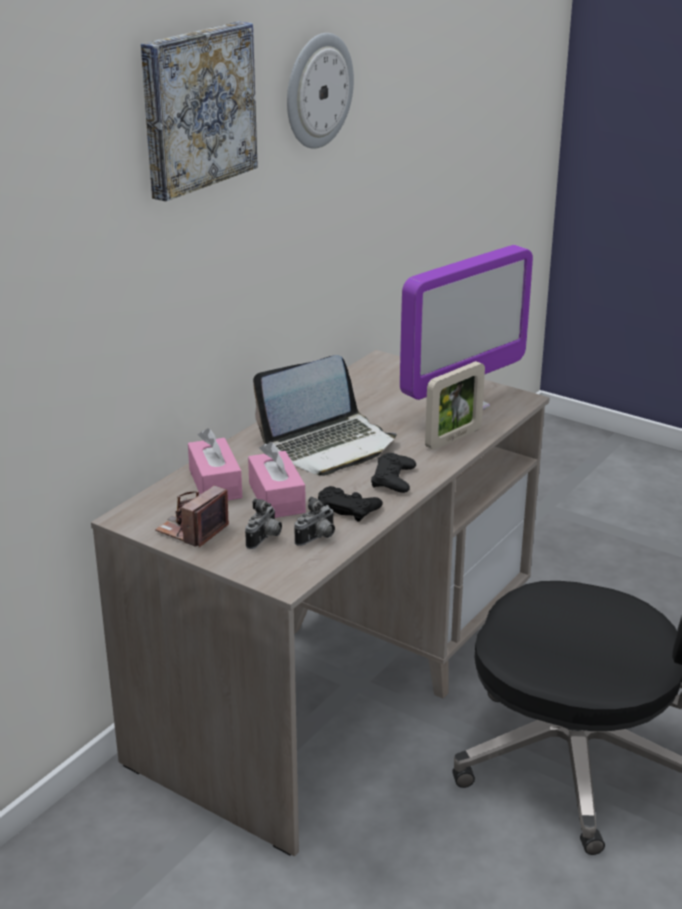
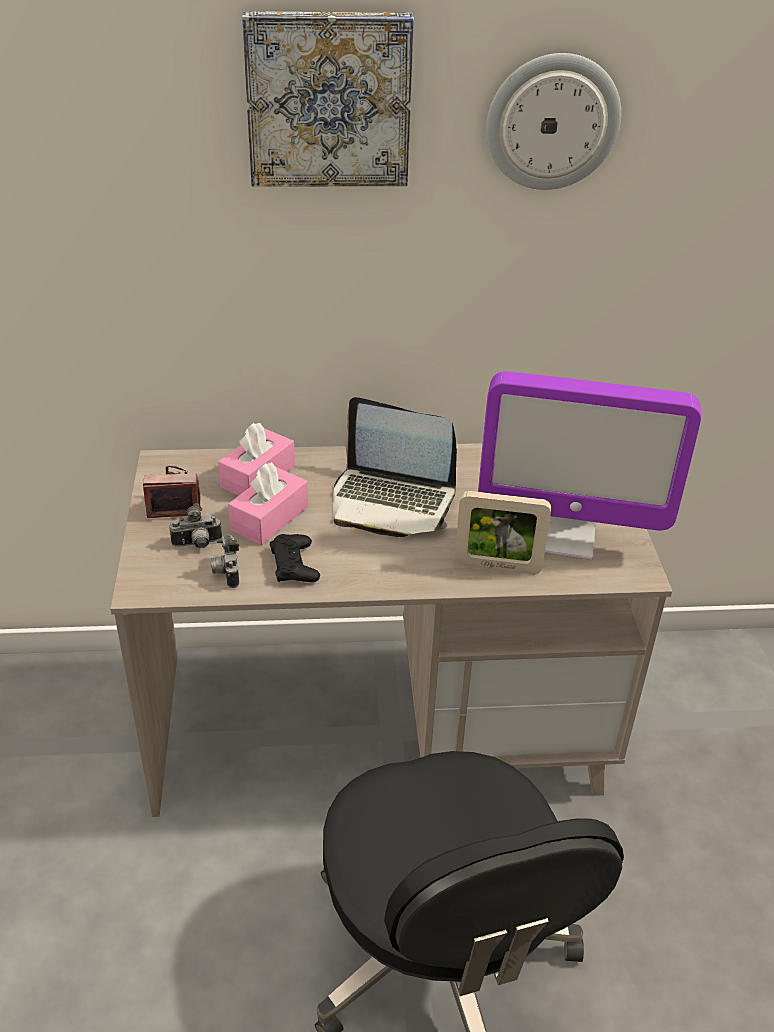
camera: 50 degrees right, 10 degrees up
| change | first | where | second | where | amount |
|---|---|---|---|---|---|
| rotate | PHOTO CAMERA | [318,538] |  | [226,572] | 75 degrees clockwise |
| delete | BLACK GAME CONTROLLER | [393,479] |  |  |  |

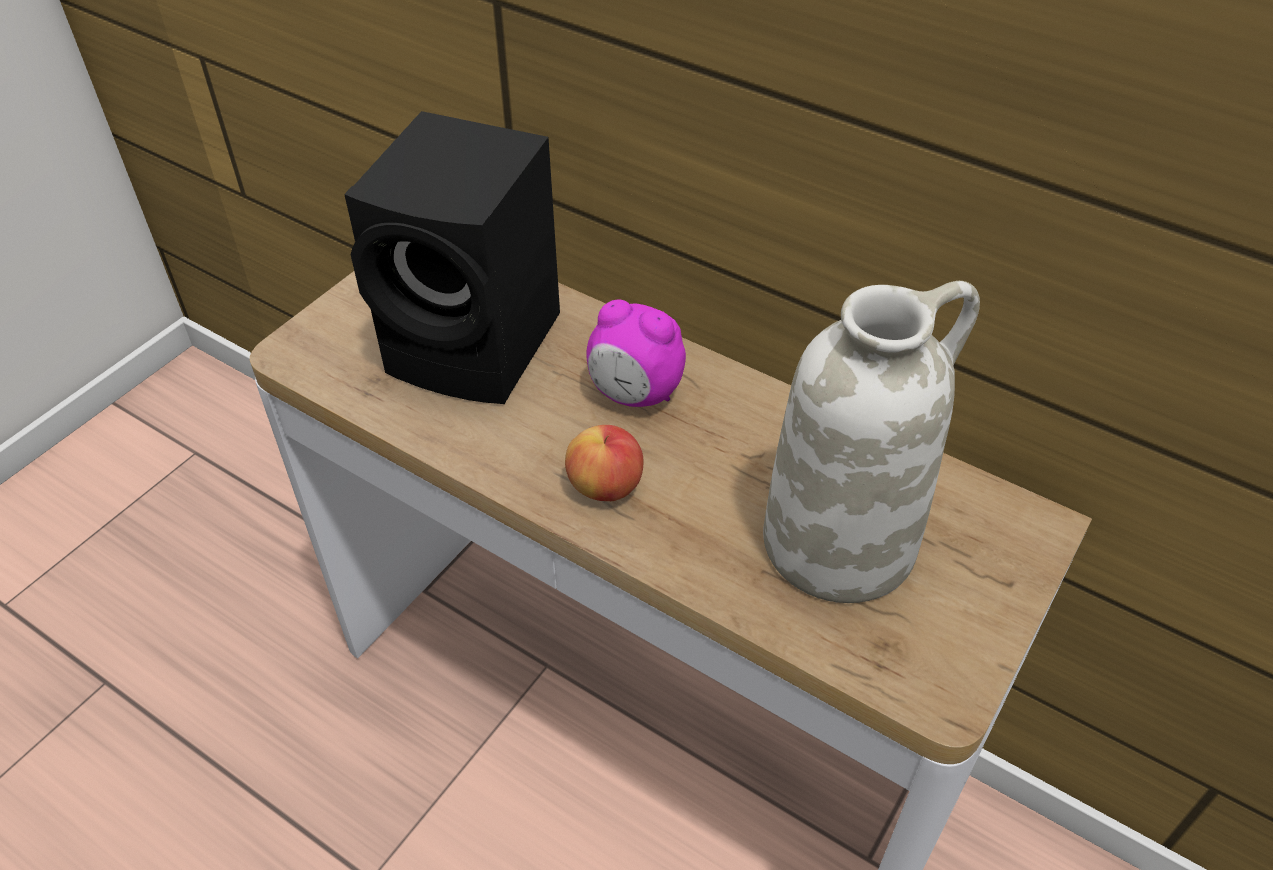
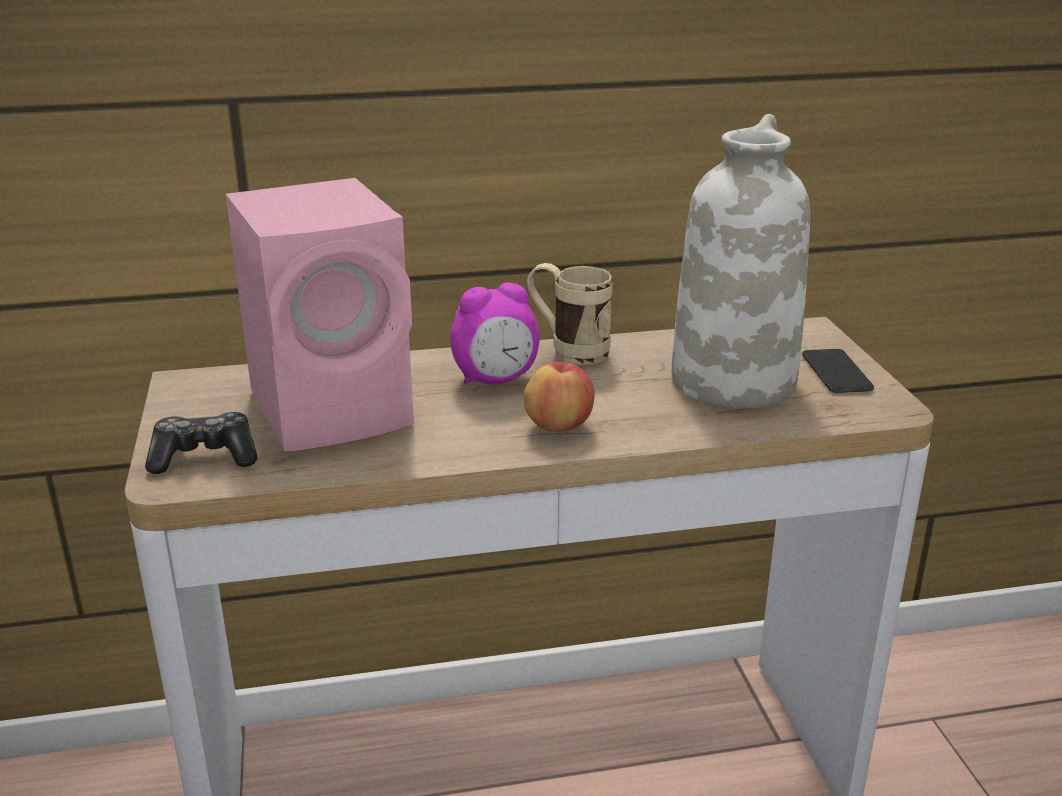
camera: 45 degrees left, 20 degrees down
| change | first | where | second | where | amount |
|---|---|---|---|---|---|
| recolor | BLACK SPEAKER | [479,347] | PINK SPEAKER | [337,408] |  |
| insert |  |  | GAME CONTROLLER | [204,457] |  |
| insert |  |  | BEIGE MUG | [568,351] |  |
| insert |  |  | PHONE | [836,372] |  |

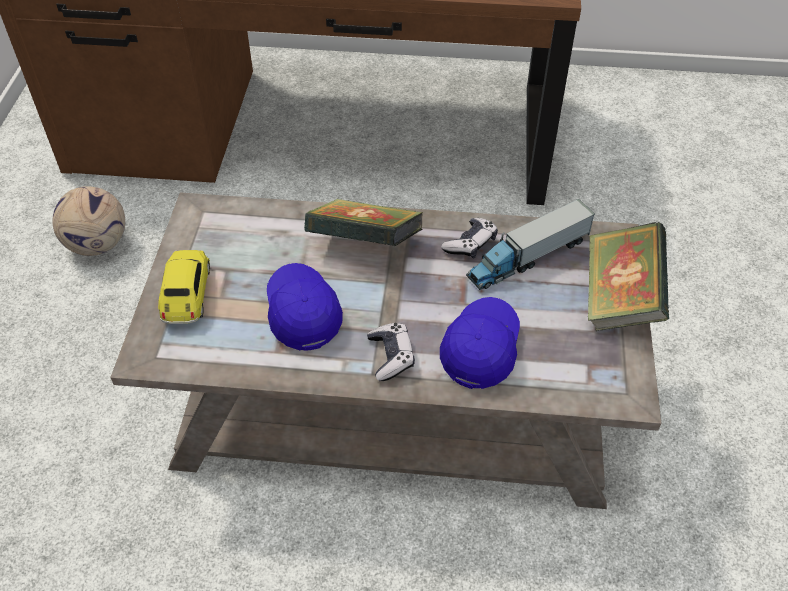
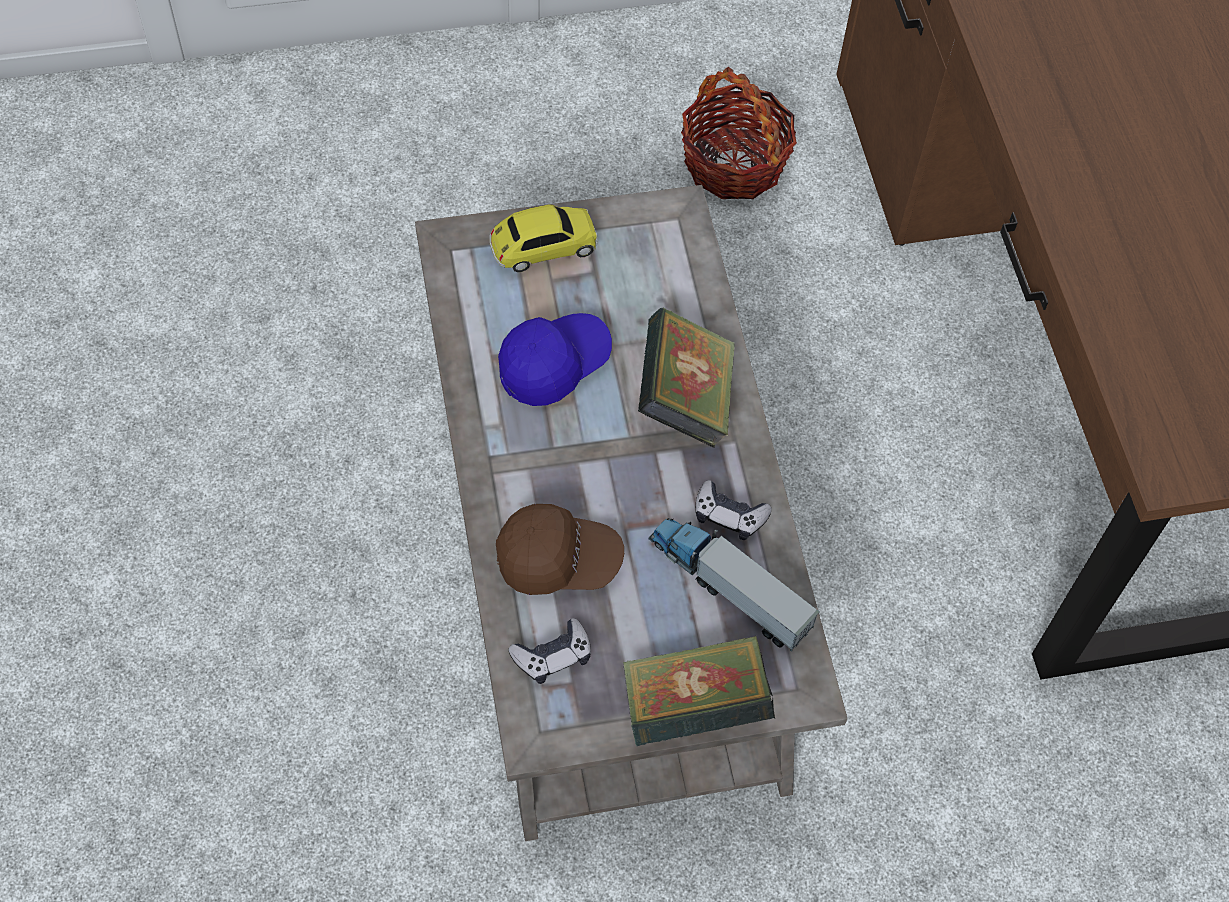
camera: 70 degrees right, 10 degrees up
| change | first | where | second | where | amount |
|---|---|---|---|---|---|
| replace | FOOTBALL | [97,245] | BASKET | [733,163] |  |
| move | GAME CONTROLLER | [391,356] |  | [553,656] |  |
| recolor | BLUE CAP | [480,349] | BROWN CAP | [558,560] |  |

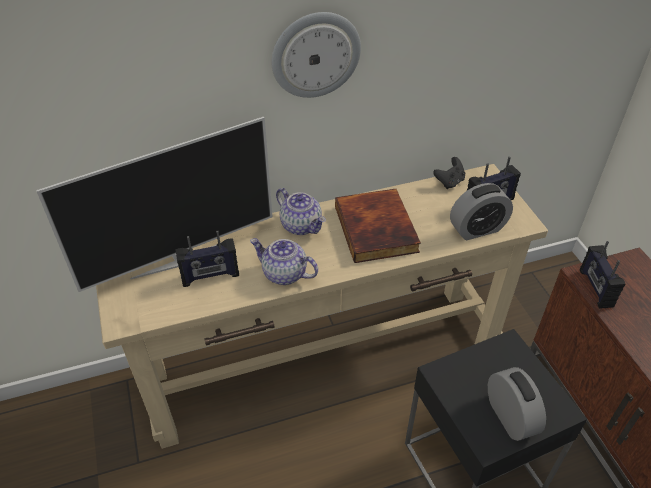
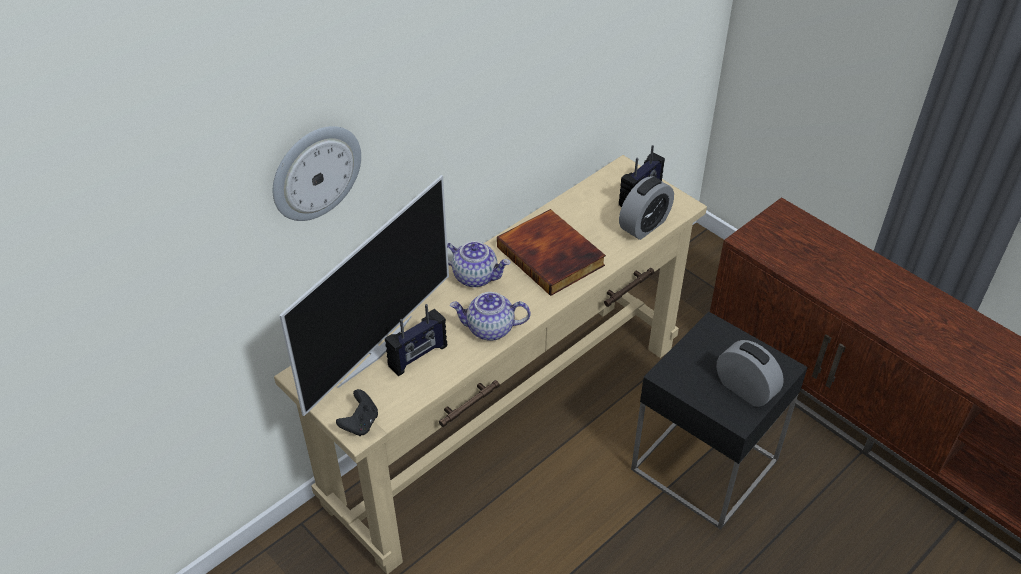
camera: 25 degrees left, 0 degrees up
| change | first | where | second | where | amount |
|---|---|---|---|---|---|
| move | WALL CLOCK | [315,55] |  | [315,172] |  |
| move | BLACK GAME CONTROLLER | [449,182] |  | [360,423] |  |
| delete | RADIO | [595,288] |  |  |  |

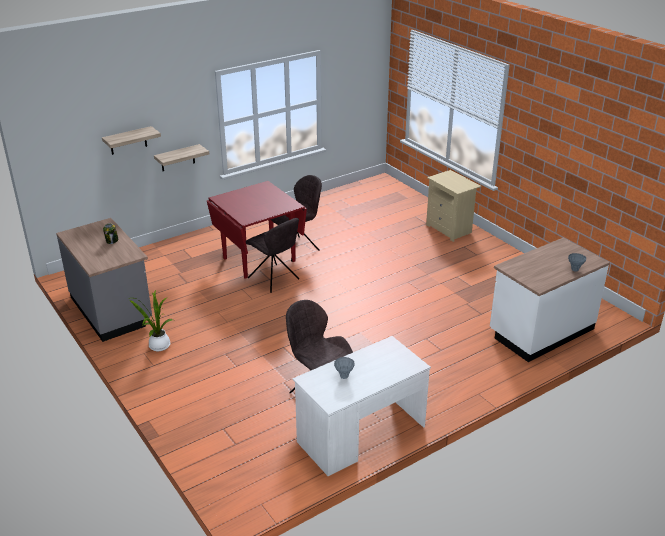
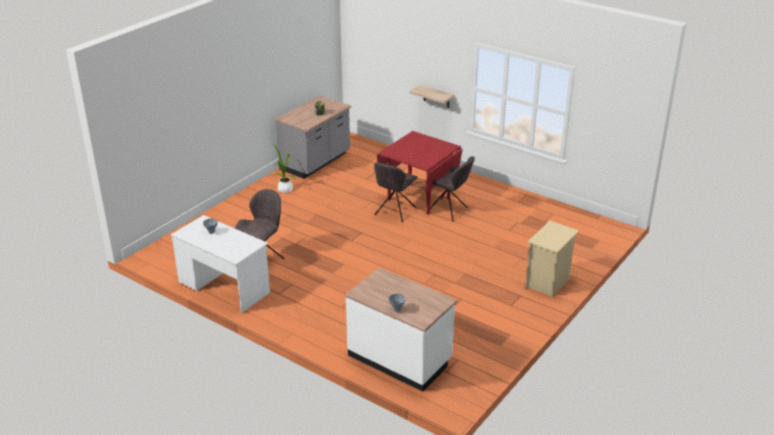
camera: 70 degrees right, 0 degrees up
| change | first | where | second | where | amount |
|---|---|---|---|---|---|
| delete | SHELF | [128,141] |  |  |  |

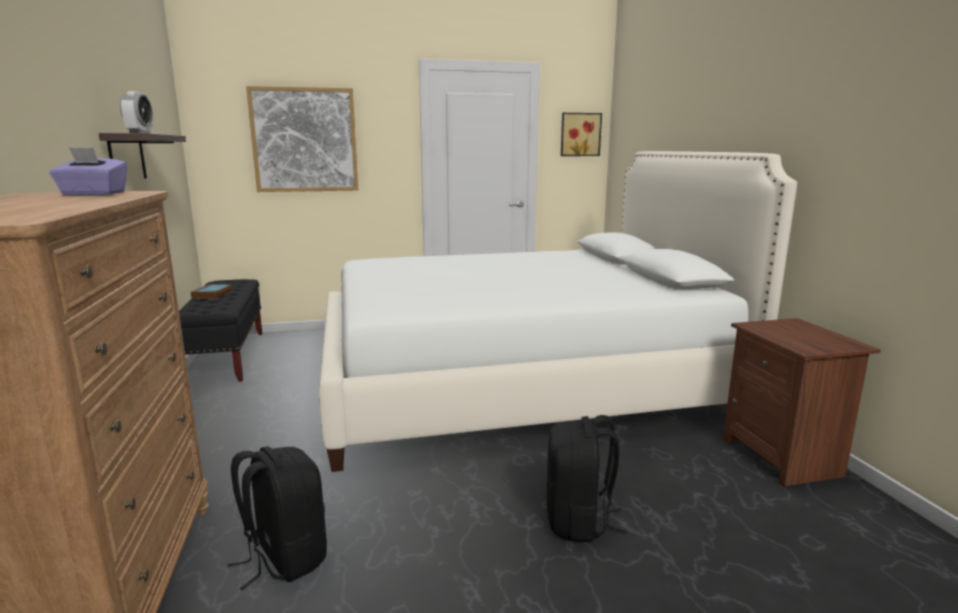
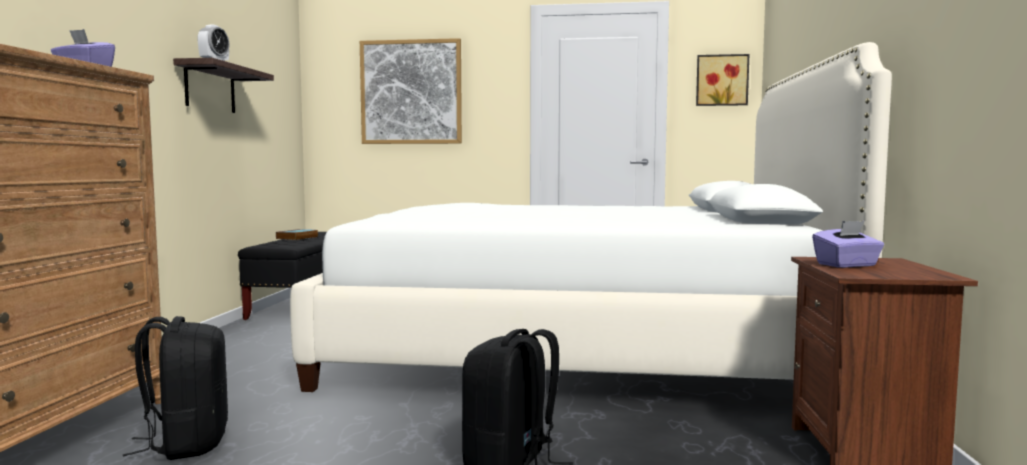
camera: 20 degrees right, 10 degrees down
| change | first | where | second | where | amount |
|---|---|---|---|---|---|
| insert |  |  | PURPLE TISSUE BOX | [847,265] |  |

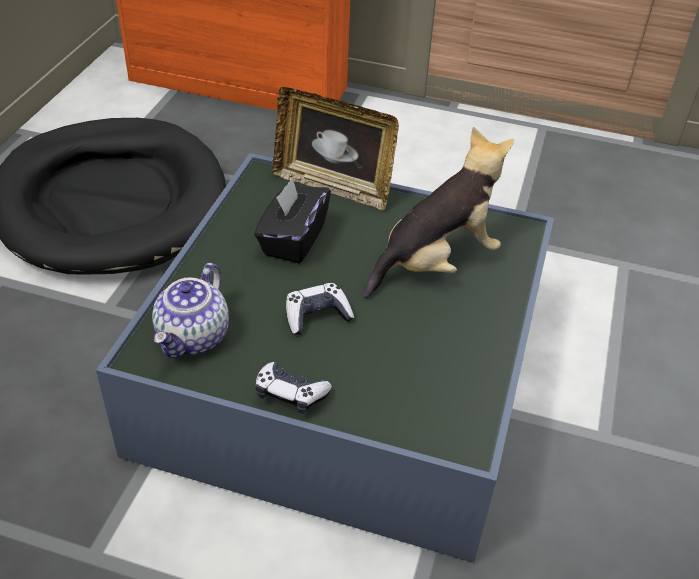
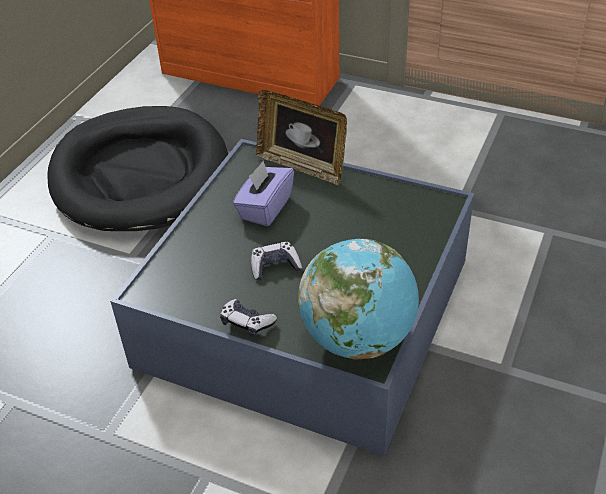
camera: 10 degrees right, 0 degrees up
| change | first | where | second | where | amount |
|---|---|---|---|---|---|
| delete | TEAPOT | [194,337] |  |  |  |
| recolor | BLACK TISSUE BOX | [293,240] | PURPLE TISSUE BOX | [265,208] |  |
| delete | PLUSH TOY | [436,262] |  |  |  |
| insert |  |  | GLOBE | [358,338] |  |

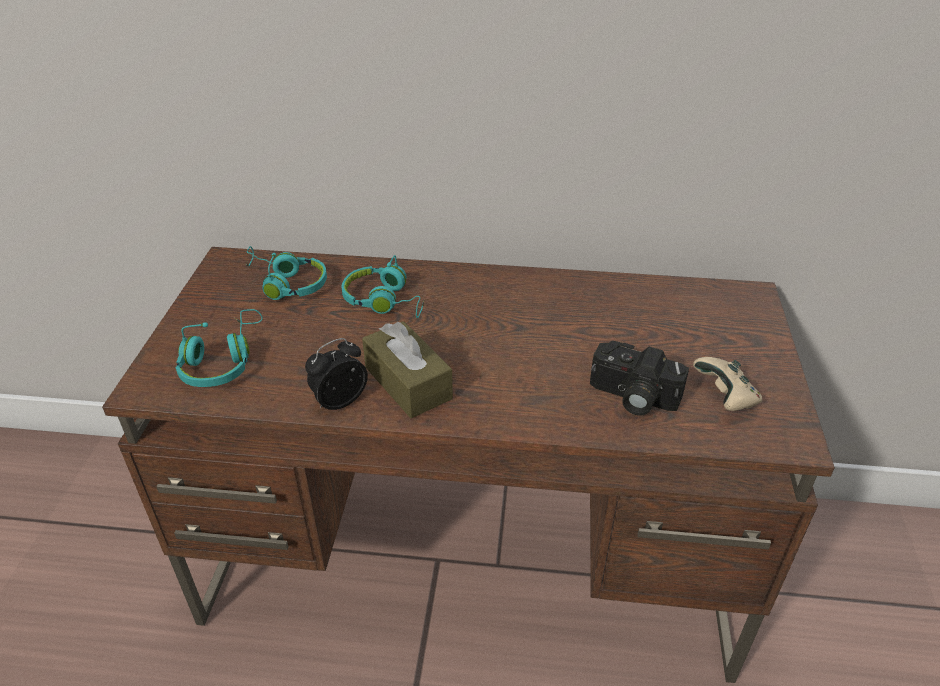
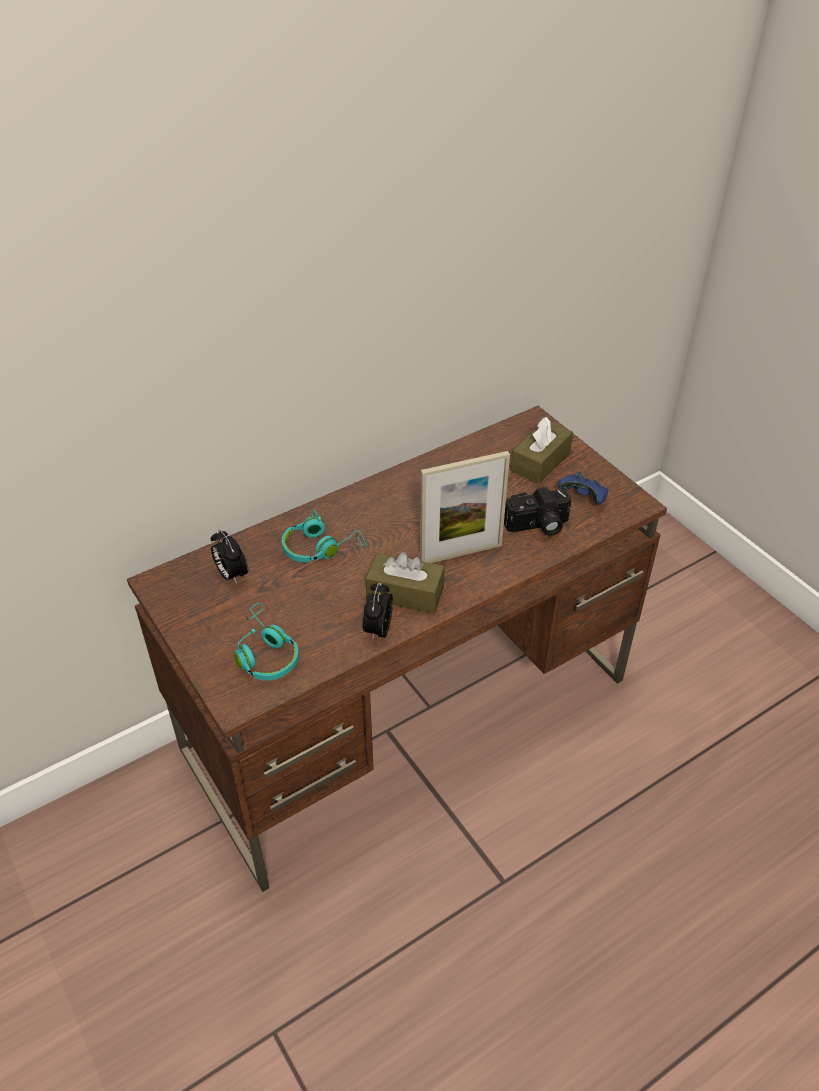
camera: 40 degrees left, 5 degrees up
| change | first | where | second | where | amount |
|---|---|---|---|---|---|
| replace | TURQUOISE HEADPHONES | [286,283] | ALARM CLOCK | [231,574] |  |
| recolor | BEIGE GAME CONTROLLER | [726,398] | BLUE GAME CONTROLLER | [584,497] |  |
| insert |  |  | PICTURE FRAME | [461,553] |  |
| insert |  |  | BROWN TISSUE BOX | [540,462] |  |

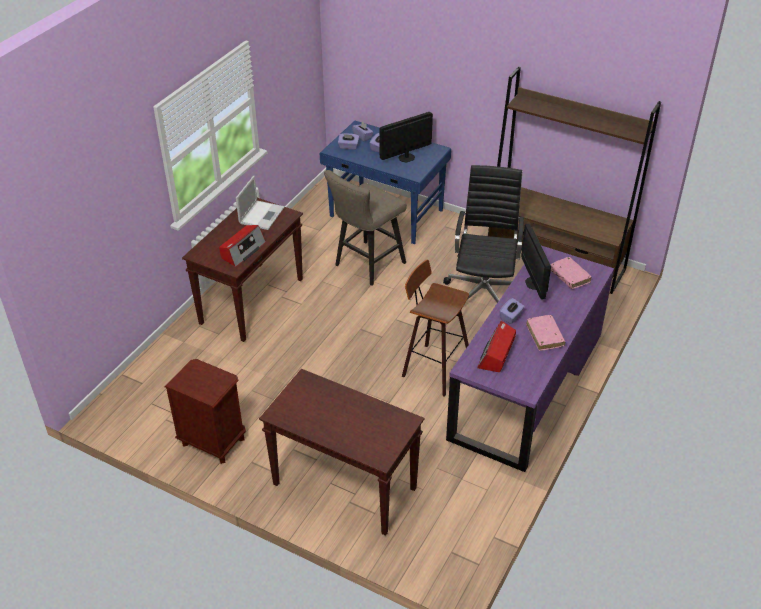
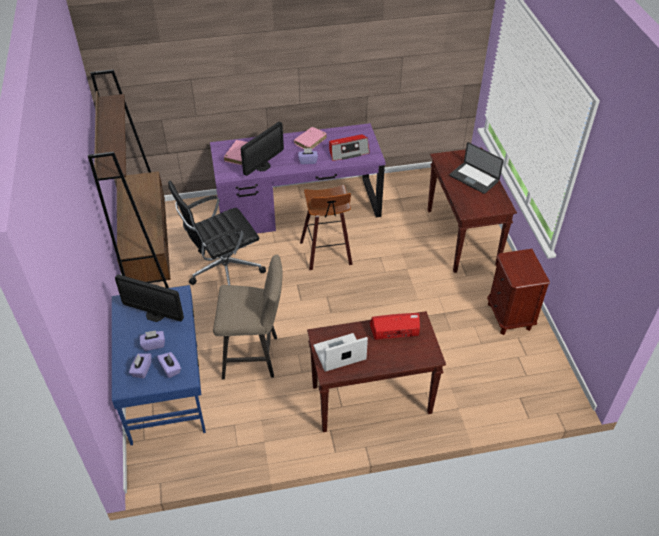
camera: 130 degrees left, 5 degrees up
| change | first | where | second | where | amount |
|---|---|---|---|---|---|
| insert |  |  | LAPTOP | [474,178] |  |

